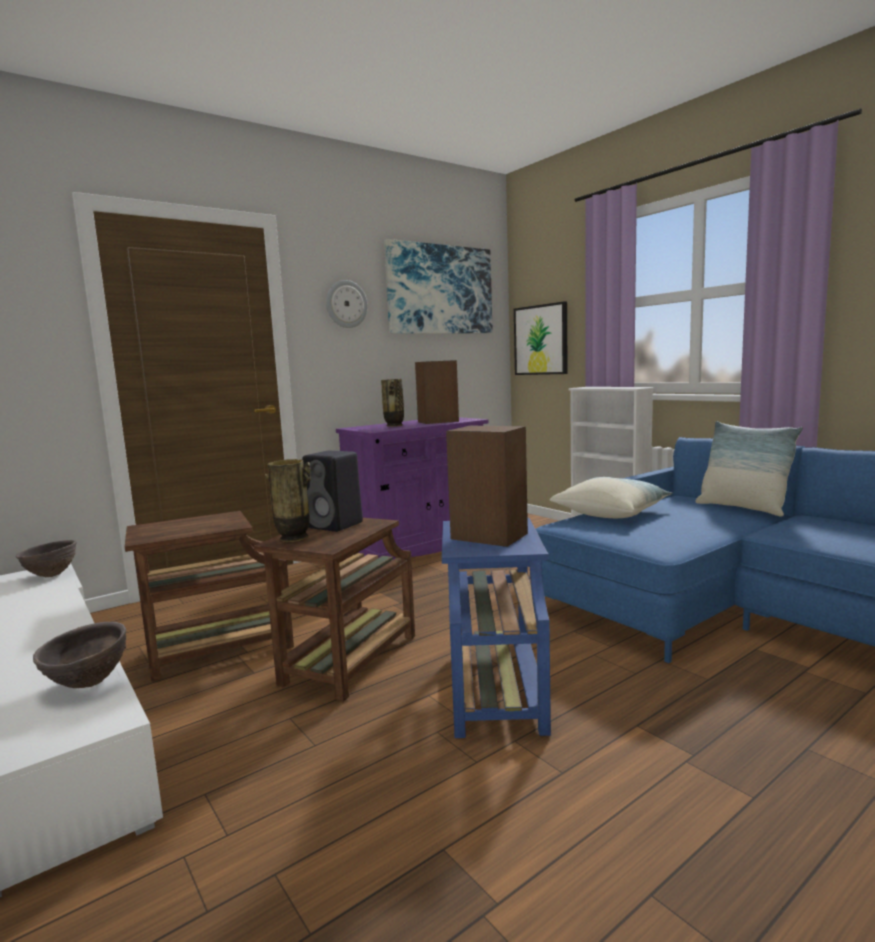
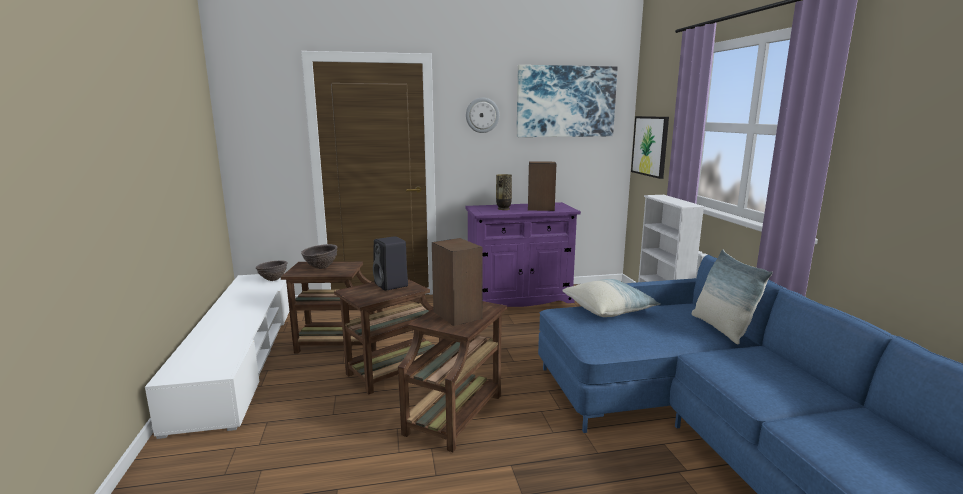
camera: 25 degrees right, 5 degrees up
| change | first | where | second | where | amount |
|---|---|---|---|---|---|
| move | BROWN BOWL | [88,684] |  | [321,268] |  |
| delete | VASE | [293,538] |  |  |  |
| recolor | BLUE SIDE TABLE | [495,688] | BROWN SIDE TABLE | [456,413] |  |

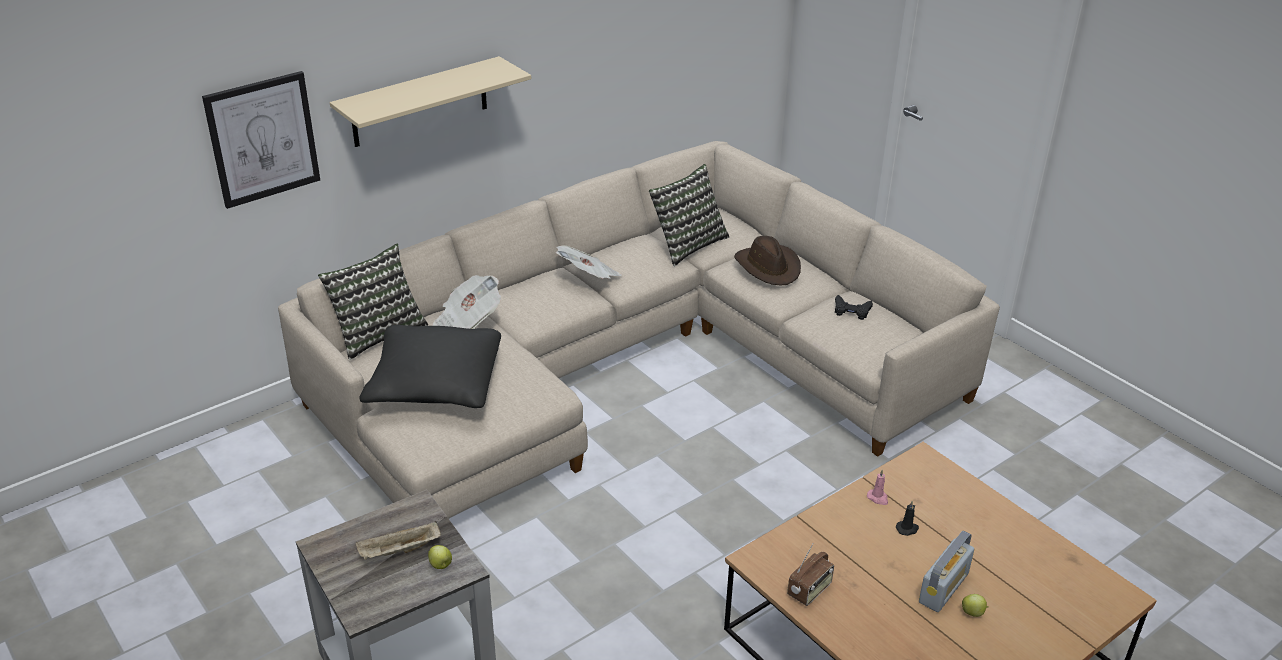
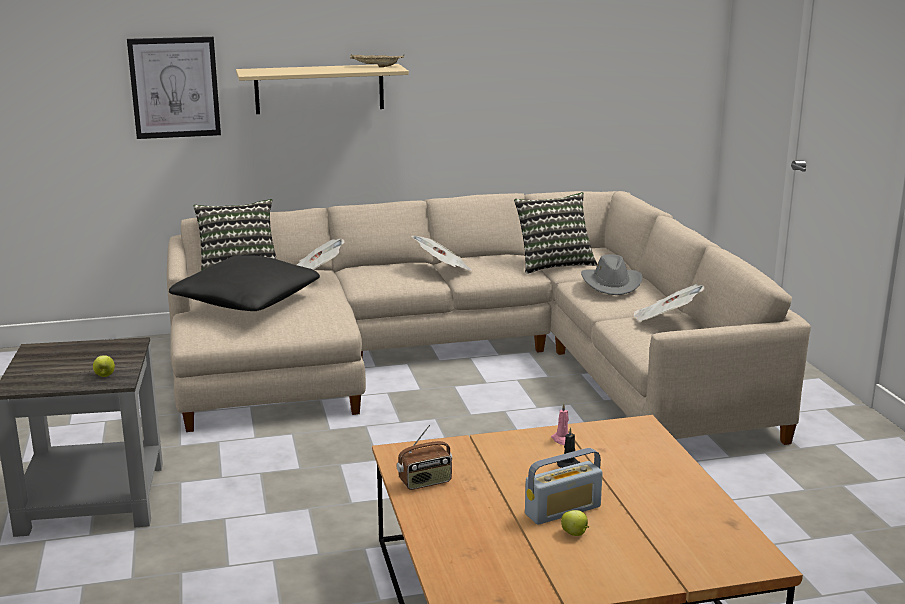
camera: 25 degrees right, 15 degrees down
| change | first | where | second | where | amount |
|---|---|---|---|---|---|
| move | BEIGE TRAY | [399,551] |  | [376,67] |  |
| recolor | BROWN HAT | [768,267] | GREY HAT | [611,284] |  |
| replace | BLACK GAME CONTROLLER | [851,311] | NEWSPAPER | [665,320] |  |

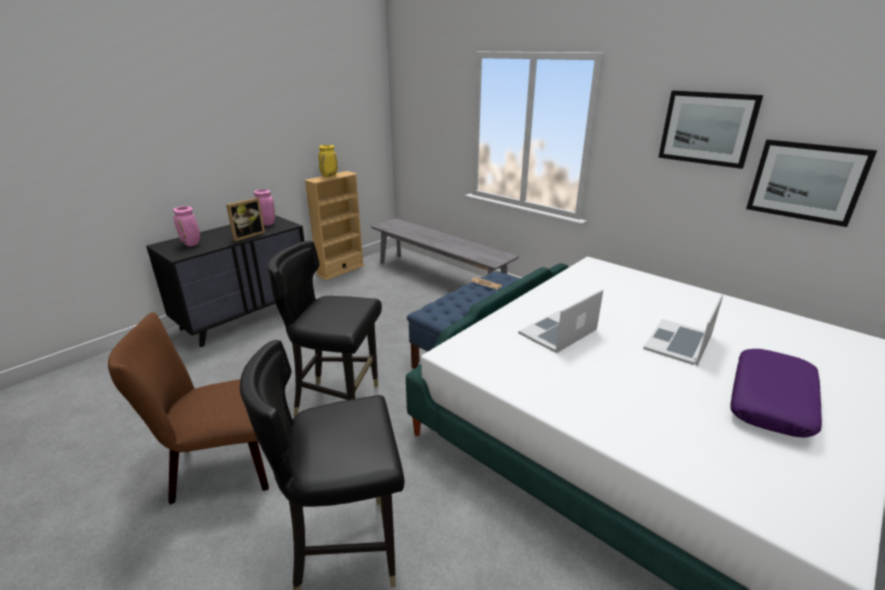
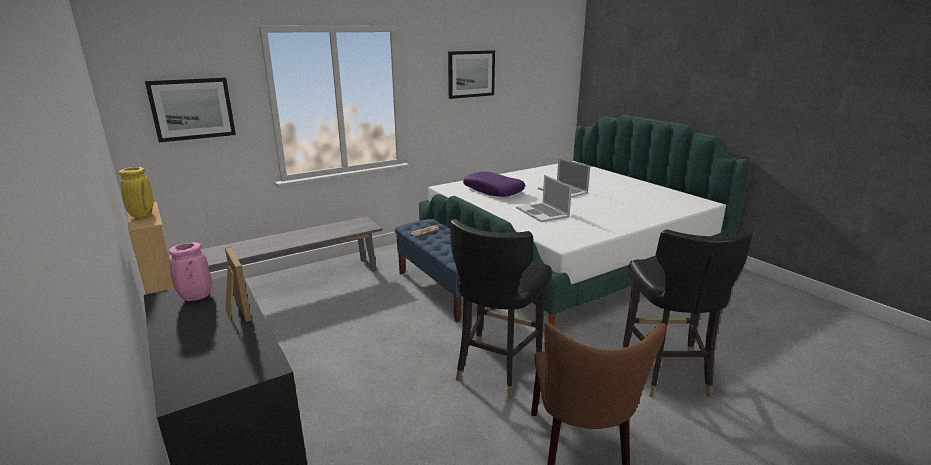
camera: 75 degrees left, 5 degrees down
| change | first | where | second | where | amount |
|---|---|---|---|---|---|
| delete | PINK VASE | [192,244] |  |  |  |
| move | PURPLE PILLOW | [771,401] |  | [493,190] |  |
| move | PICTURE | [806,181] |  | [192,109] |  |

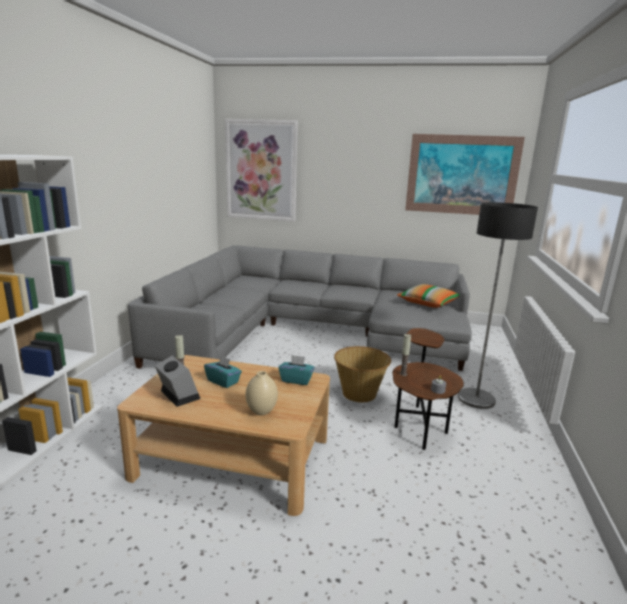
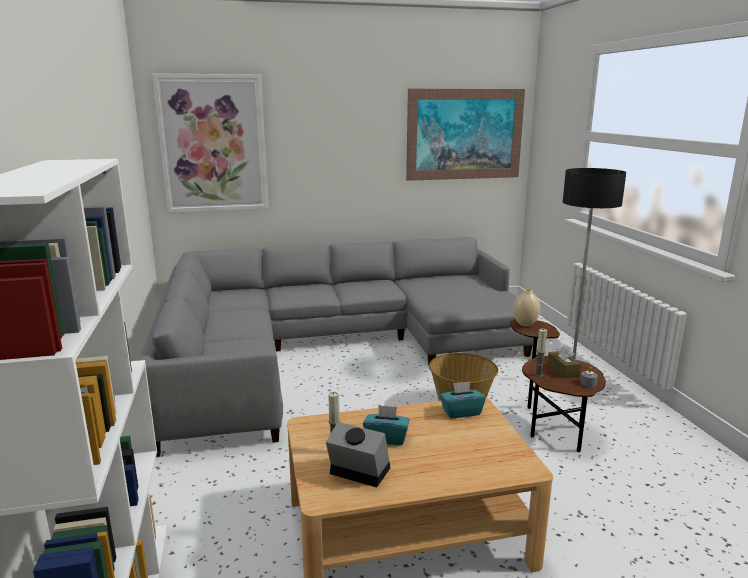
camera: 25 degrees left, 0 degrees up
| change | first | where | second | where | amount |
|---|---|---|---|---|---|
| move | BEIGE VASE | [262,411] |  | [525,324] |  |
| delete | PILLOW | [428,303] |  |  |  |
| insert |  |  | BROWN TISSUE BOX | [563,370] |  |

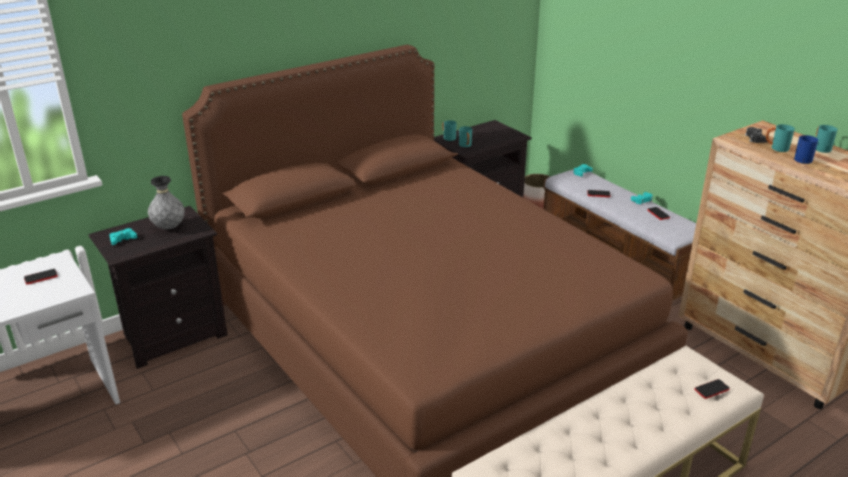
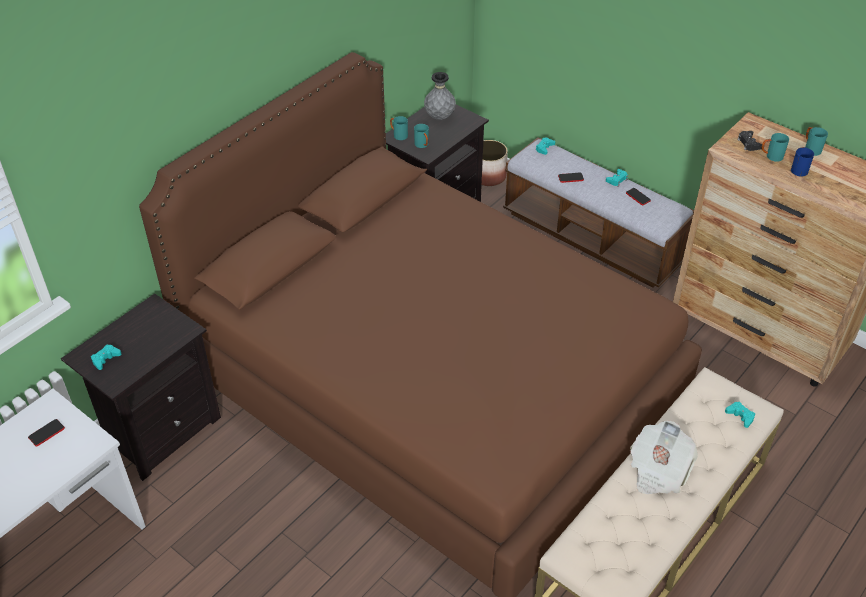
camera: 15 degrees left, 15 degrees up
| change | first | where | second | where | amount |
|---|---|---|---|---|---|
| move | GREY VASE | [169,227] |  | [439,117] |  |
| replace | PHONE | [711,389] | TURQUOISE GAME CONTROLLER | [740,416] |  |
| insert |  |  | NEWSPAPER | [658,470] |  |

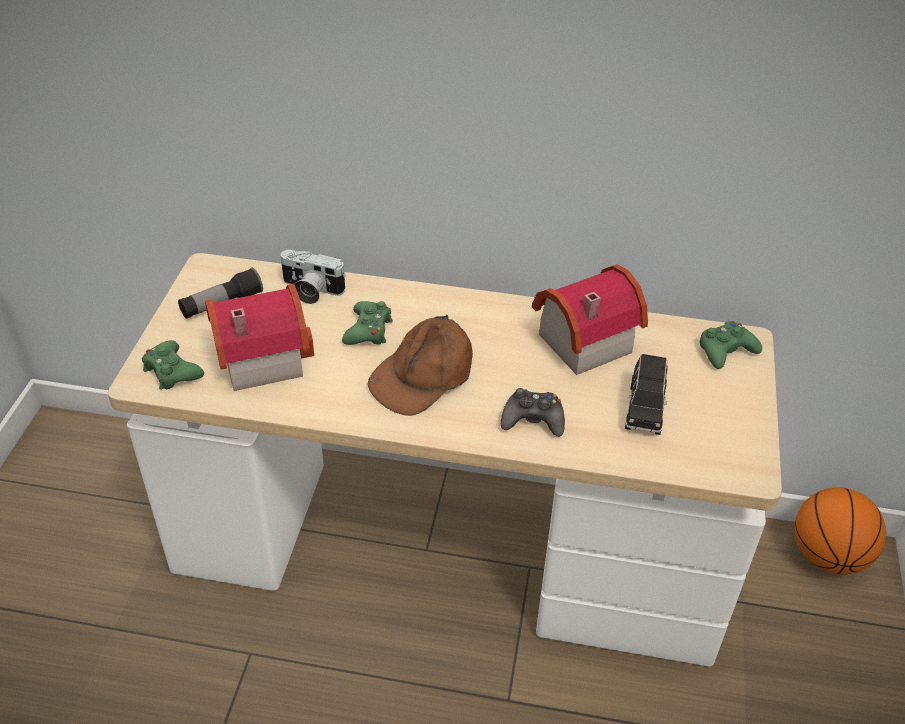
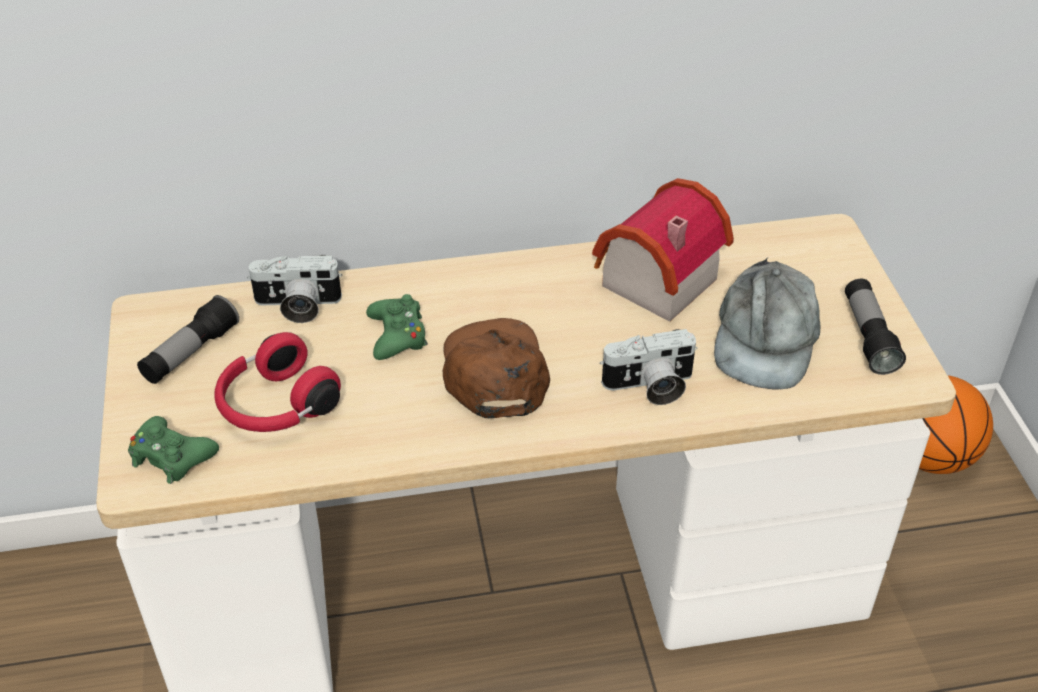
camera: 20 degrees left, 0 degrees up
| change | first | where | second | where | amount |
|---|---|---|---|---|---|
| replace | TOY HOUSE | [258,357] | RED HEADPHONES | [276,406] |  |
| rotate | BROWN CAP | [423,375] |  | [494,371] | 150 degrees clockwise |
| replace | BLACK GAME CONTROLLER | [533,419] | PHOTO CAMERA | [650,387] |  |
| replace | BLACK TOY CAR | [645,408] | GREY CAP | [765,338] |  |
| delete | GREEN GAME CONTROLLER | [726,351] |  |  |  |
| insert |  |  | FLASHLIGHT | [868,337] |  |

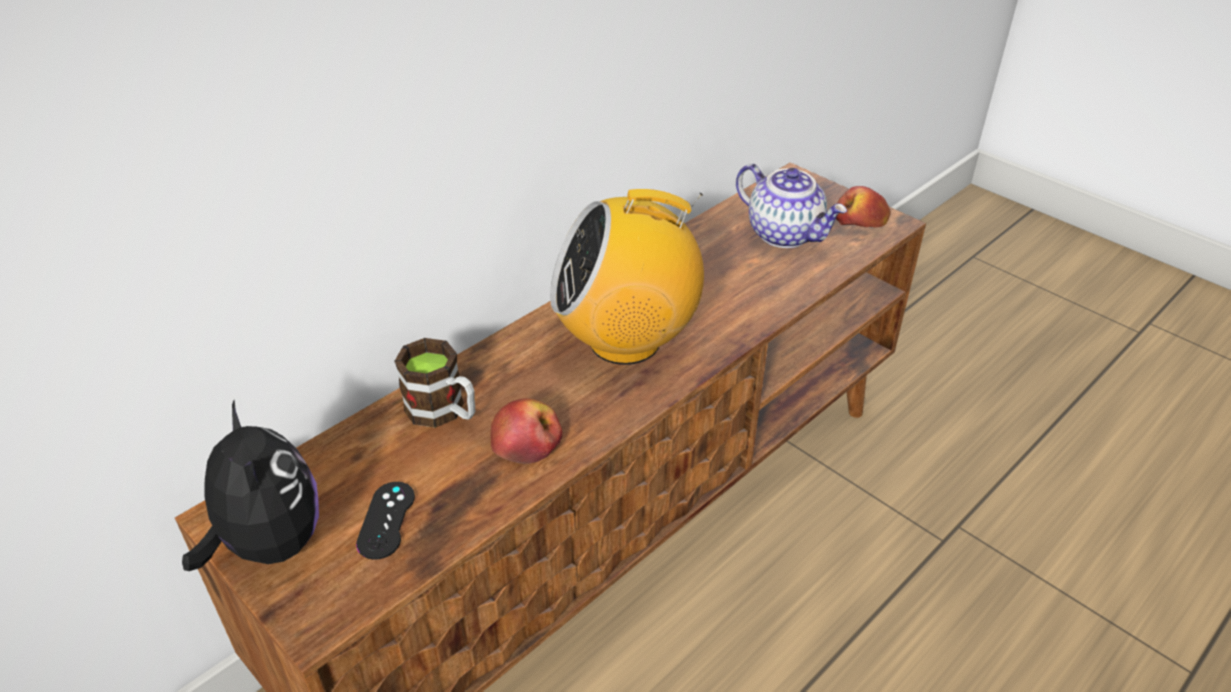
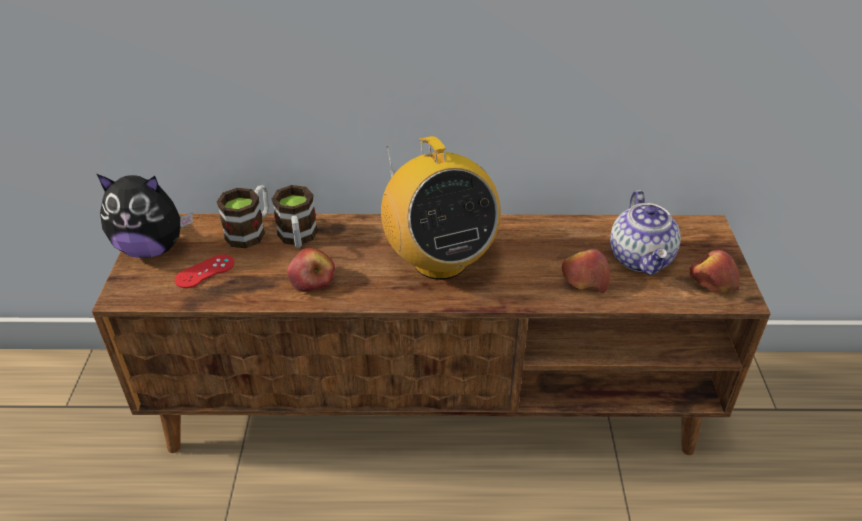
camera: 45 degrees right, 0 degrees up
| change | first | where | second | where | amount |
|---|---|---|---|---|---|
| rotate | PLUSH TOY | [269,543] |  | [152,248] | 75 degrees clockwise |
| recolor | BLACK GAME CONTROLLER | [386,520] | RED GAME CONTROLLER | [205,271] |  |
| rotate | RADIO | [626,341] |  | [439,261] | 150 degrees counterclockwise |
| insert |  |  | MUG | [251,231] |  |
| insert |  |  | APPLE | [584,280] |  |

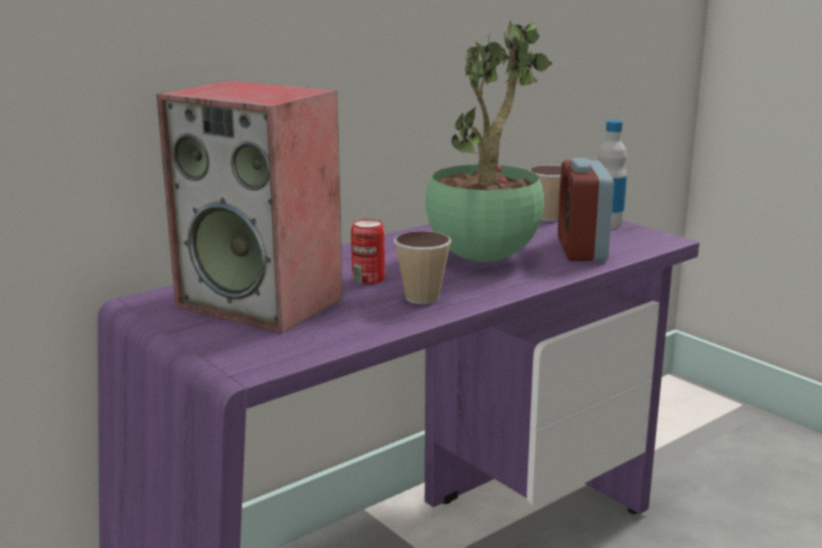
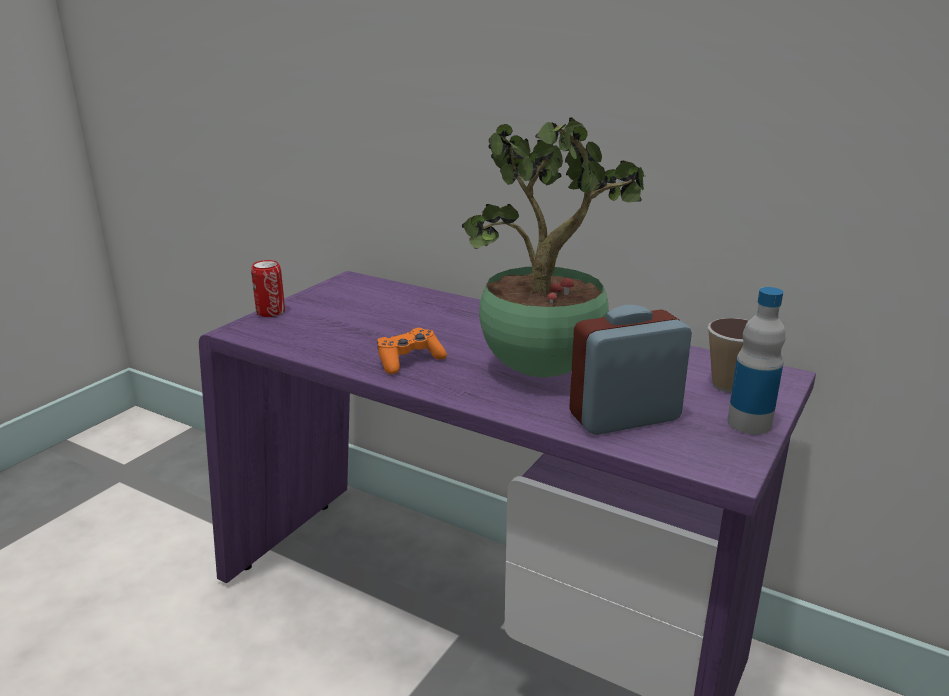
camera: 70 degrees right, 5 degrees up
| change | first | where | second | where | amount |
|---|---|---|---|---|---|
| delete | SPEAKER | [263,302] |  |  |  |
| move | CAN | [368,279] |  | [270,312] |  |
| replace | CUP | [422,298] | ORANGE GAME CONTROLLER | [409,360] |  |

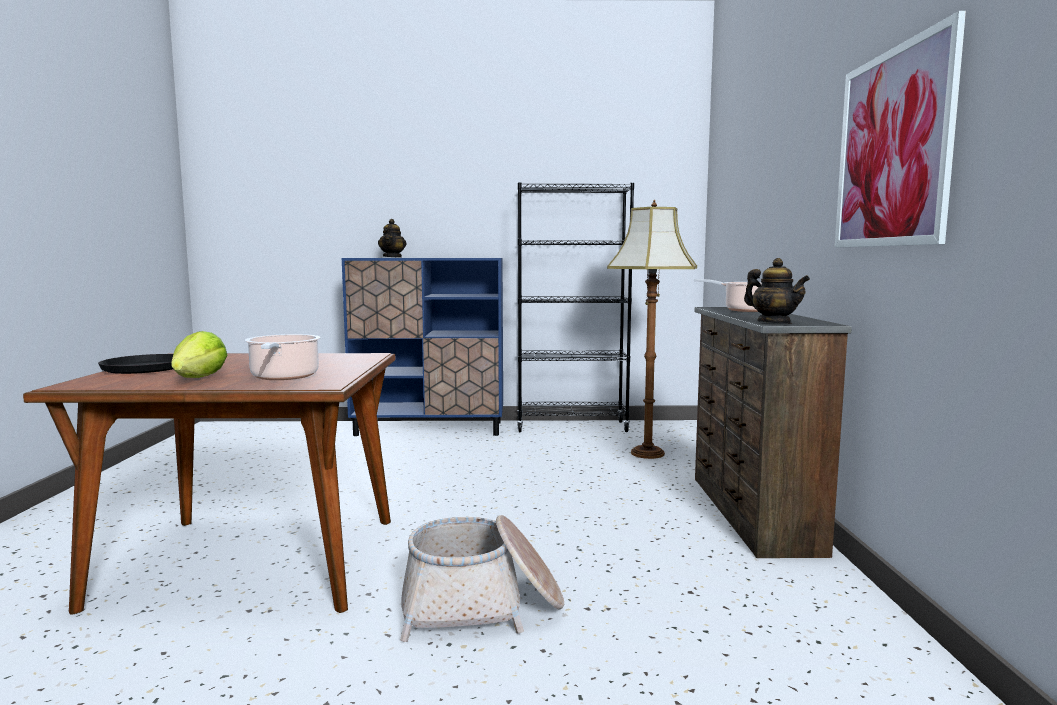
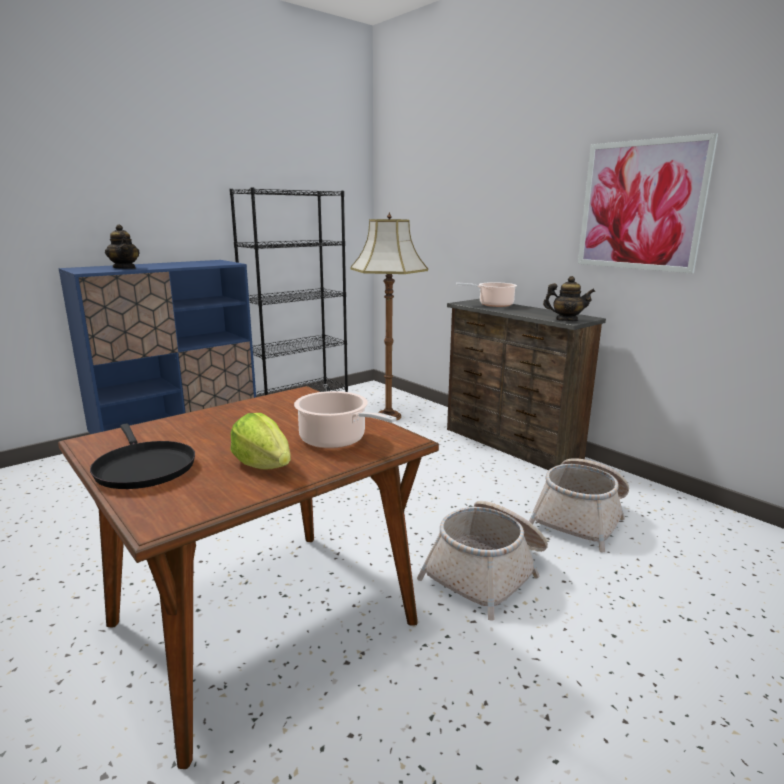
camera: 40 degrees left, 10 degrees up
| change | first | where | second | where | amount |
|---|---|---|---|---|---|
| insert |  |  | BASKET | [580,517] |  |

